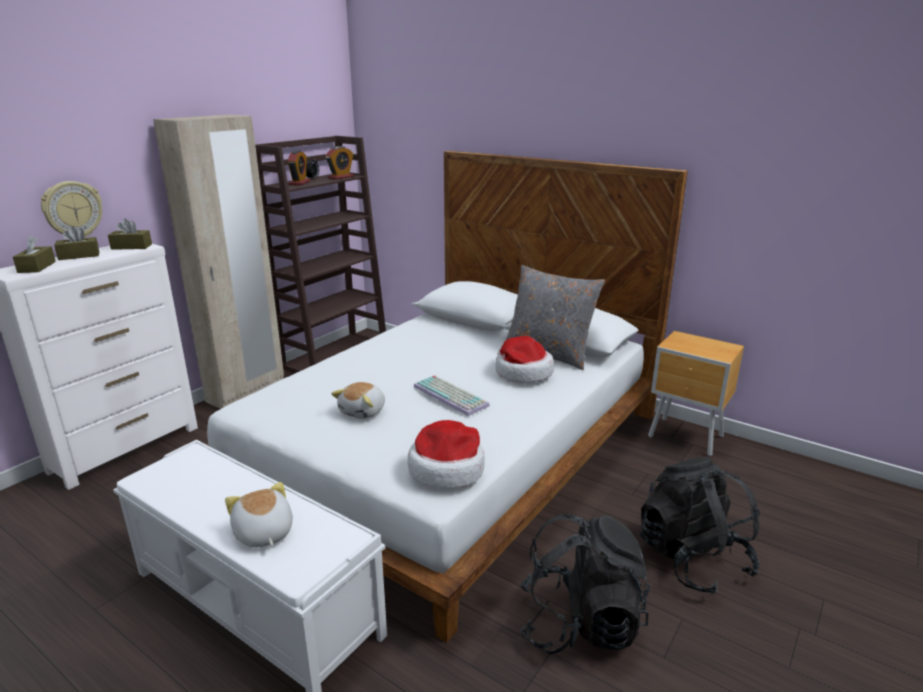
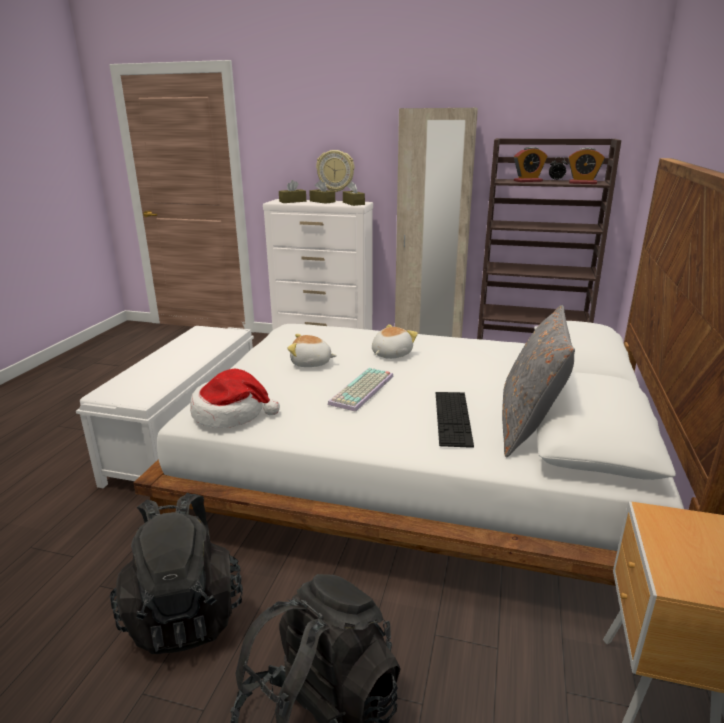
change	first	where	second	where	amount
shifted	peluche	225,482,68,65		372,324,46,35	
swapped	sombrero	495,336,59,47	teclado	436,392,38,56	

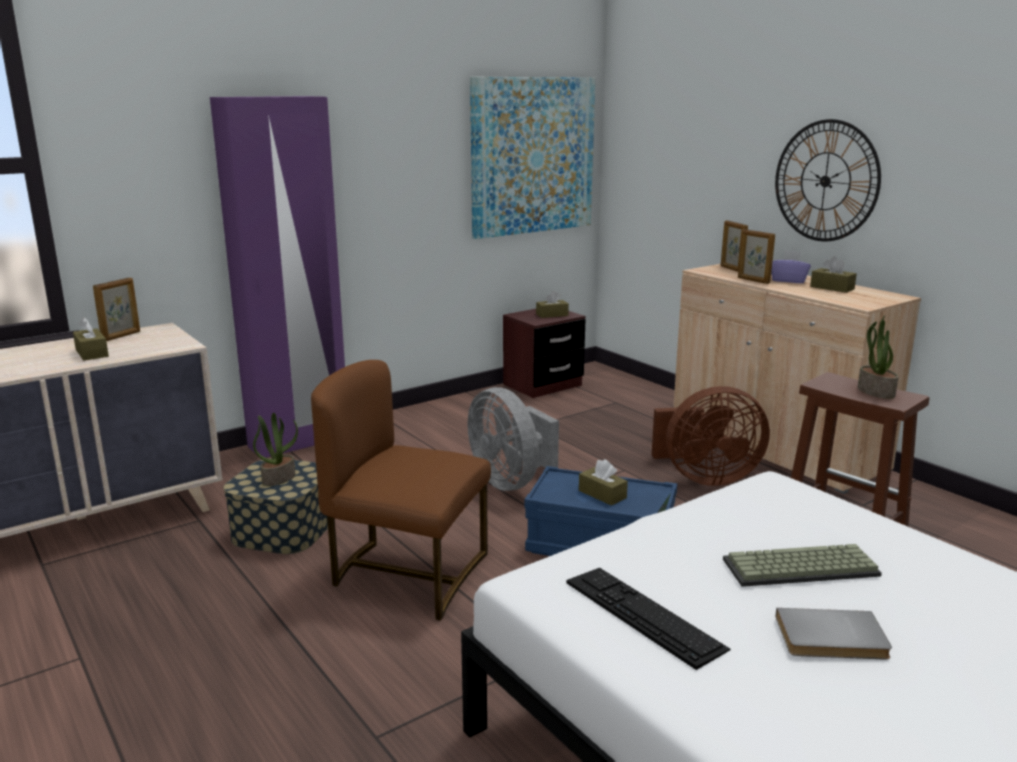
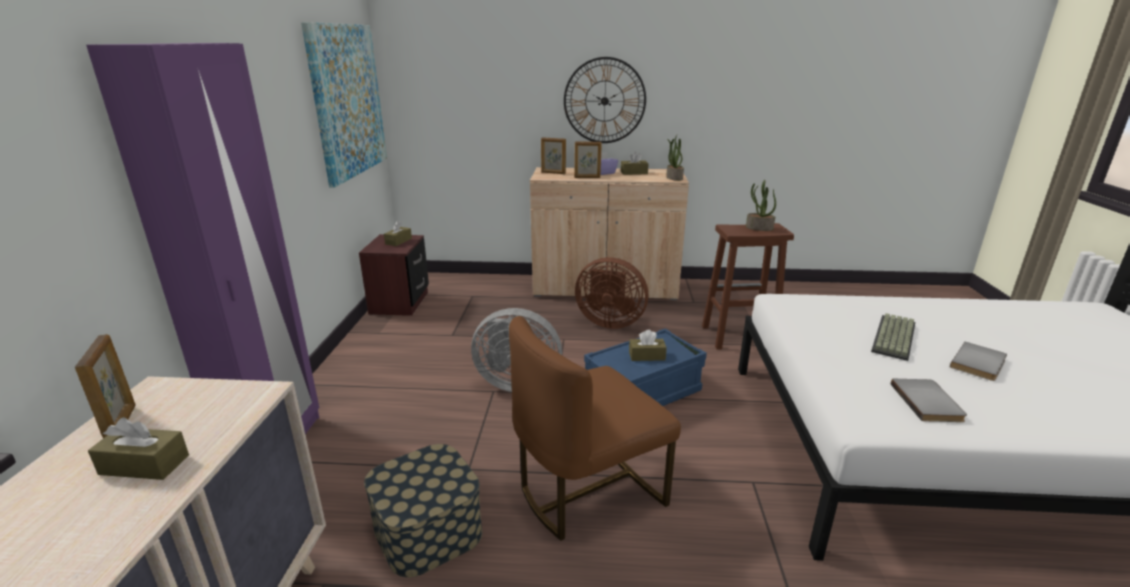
change	first	where	second	where	amount
shifted	planta en maceta	253,413,45,73		666,135,18,46	
swapped	teclado	567,568,164,102	libro (gris)	891,379,76,43	
rotated	ventilador (marrón)	652,386,118,100		575,257,73,72	75 degrees clockwise

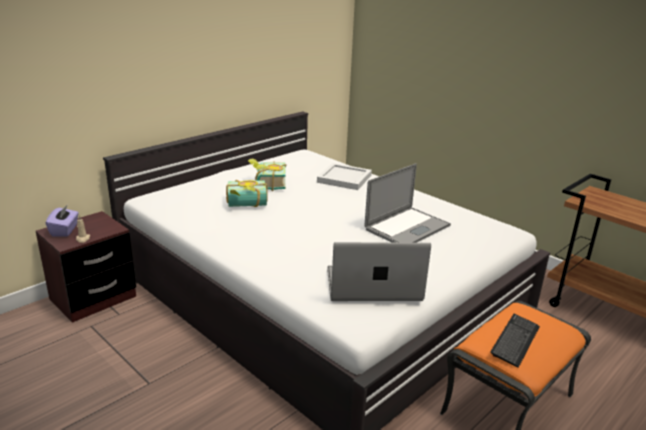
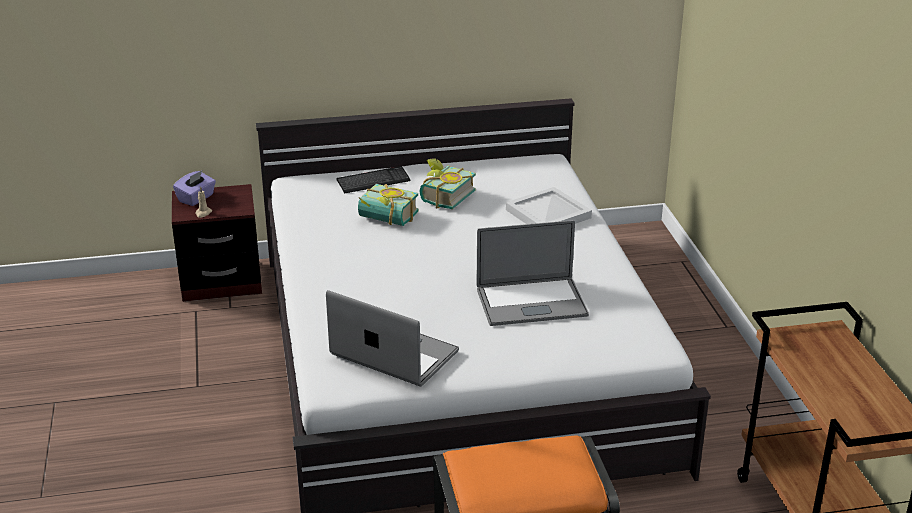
change	first	where	second	where	amount
shifted	teclado	491,314,49,54		336,166,75,28	

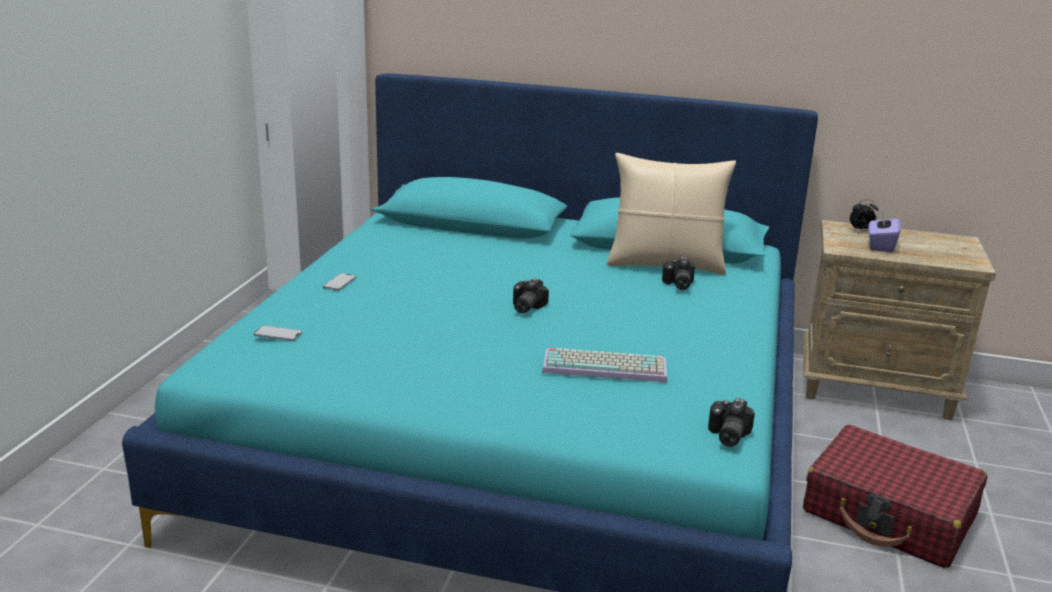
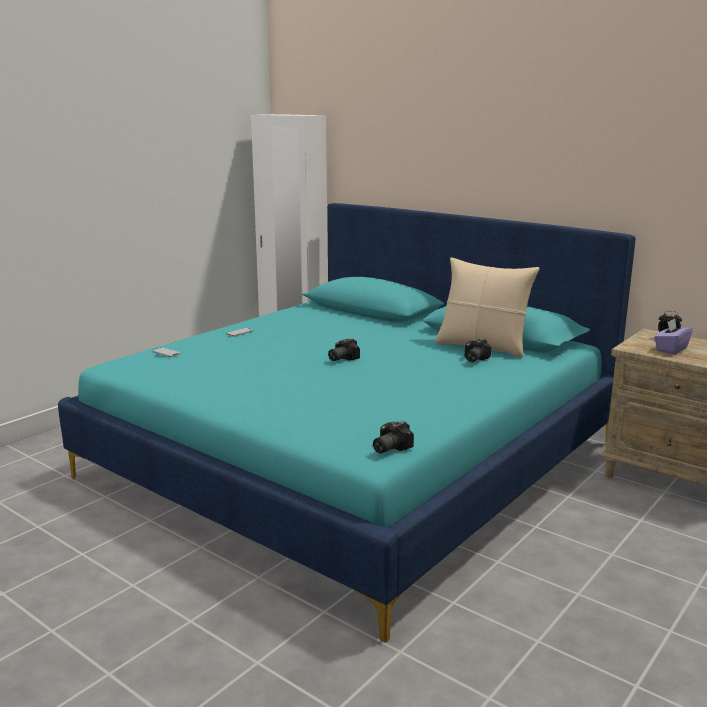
change	first	where	second	where	amount
gone	teclado	542,348,125,34			
gone	maleta (rojo)	803,425,185,143			

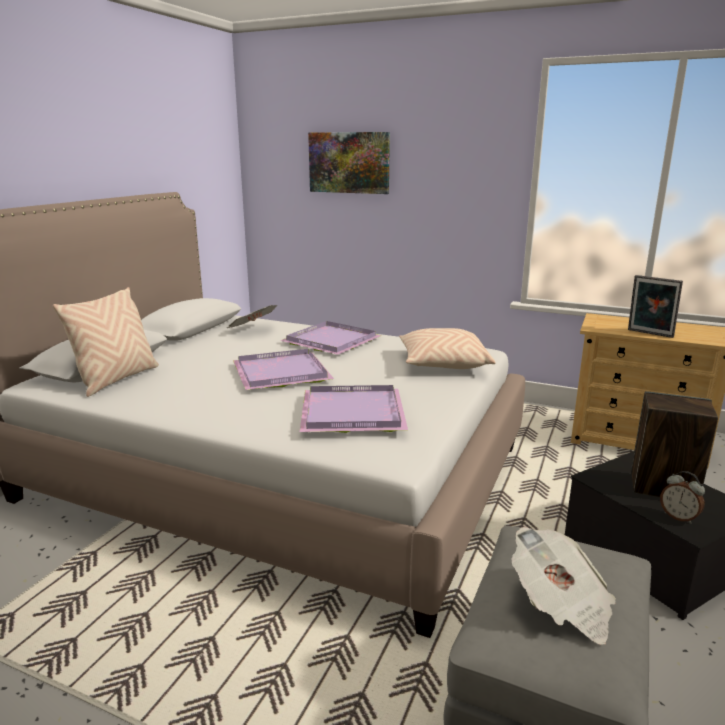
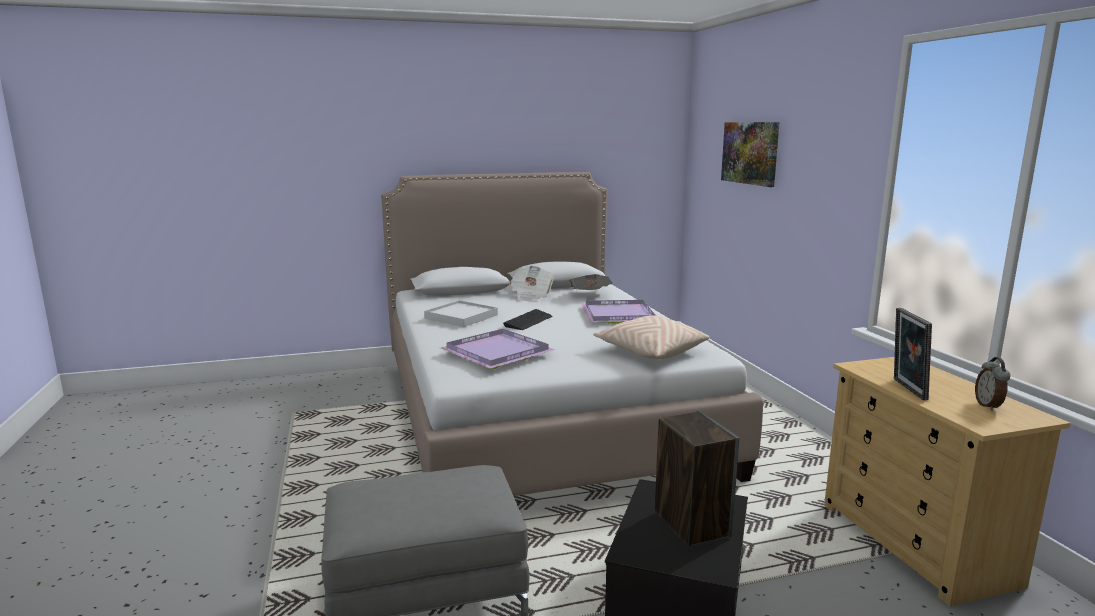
change	first	where	second	where	amount
gone	cojín (beis)	53,287,106,110			
swapped	bandeja (morado)	233,349,101,41	teclado	503,309,49,21	
shifted	periódico	511,527,105,118		510,266,44,35	
shifted	despertador	660,471,45,53		975,357,36,54	
new			bandeja (blanco)	424,300,74,27	

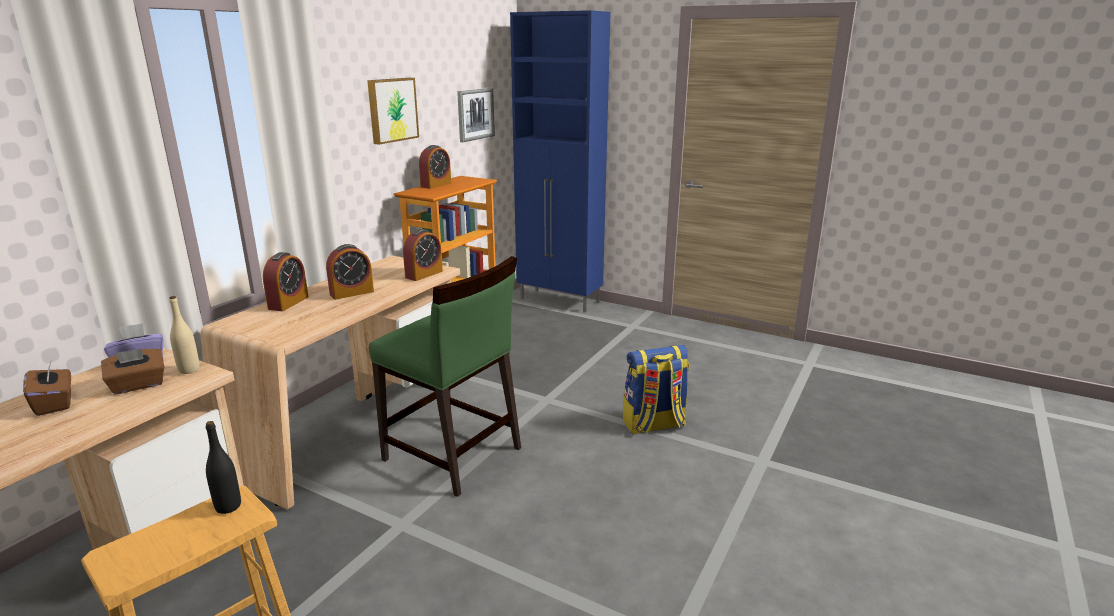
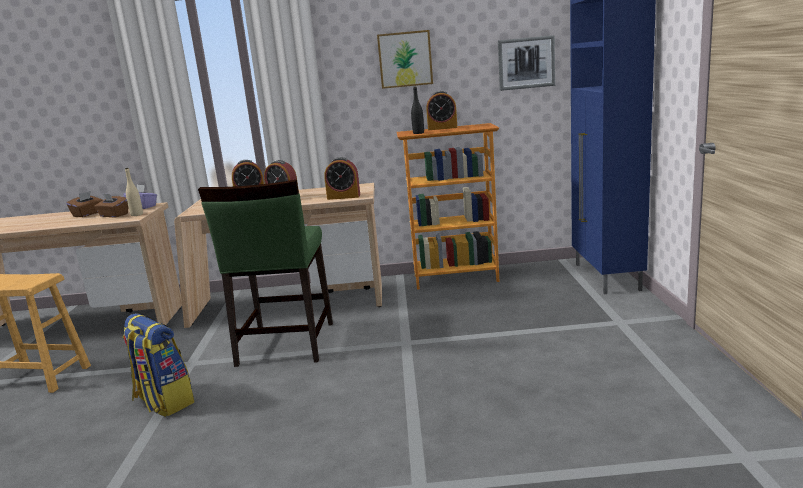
change	first	where	second	where	amount
shifted	botella (negro)	206,421,35,93		411,86,13,48	
shifted	mochila	623,345,66,90		123,313,72,104	

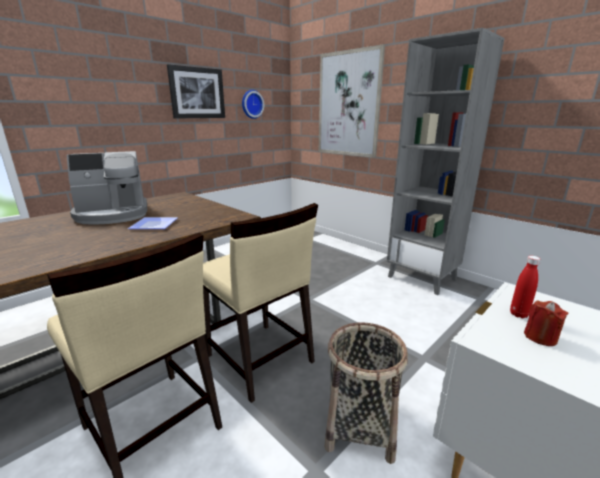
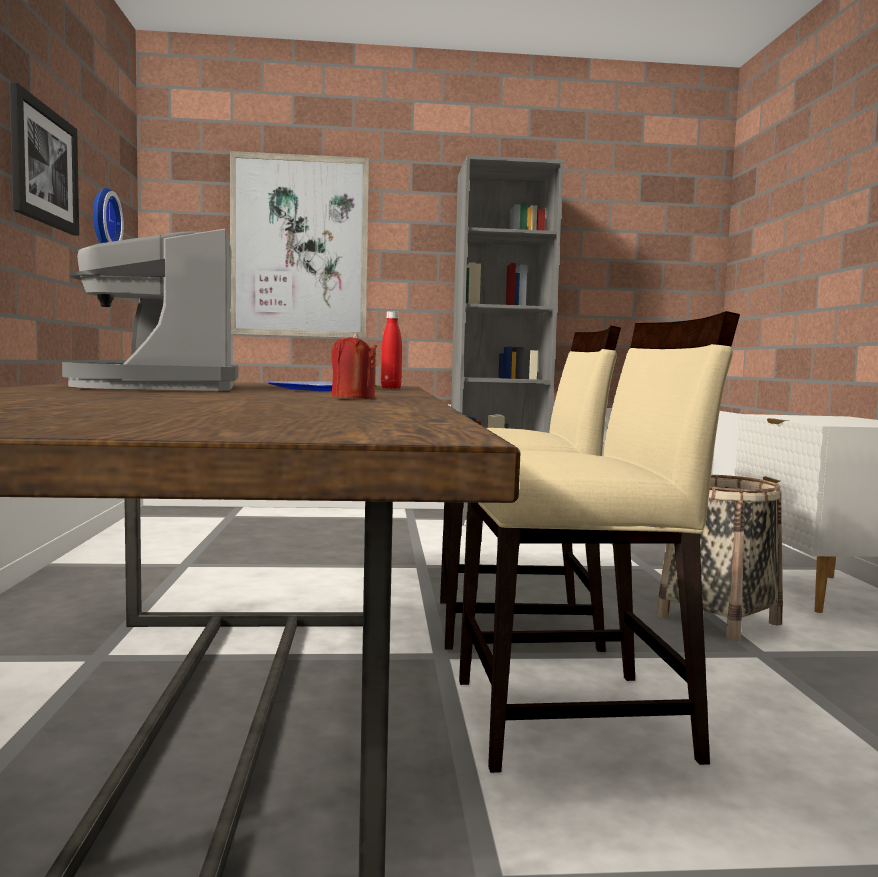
change	first	where	second	where	amount
rotated	cafetera	67,151,80,74		62,229,176,162	150 degrees clockwise
shifted	botella (rojo)	510,256,30,62		381,311,21,77	
shifted	vela (rojo)	524,301,44,45		331,333,46,66	

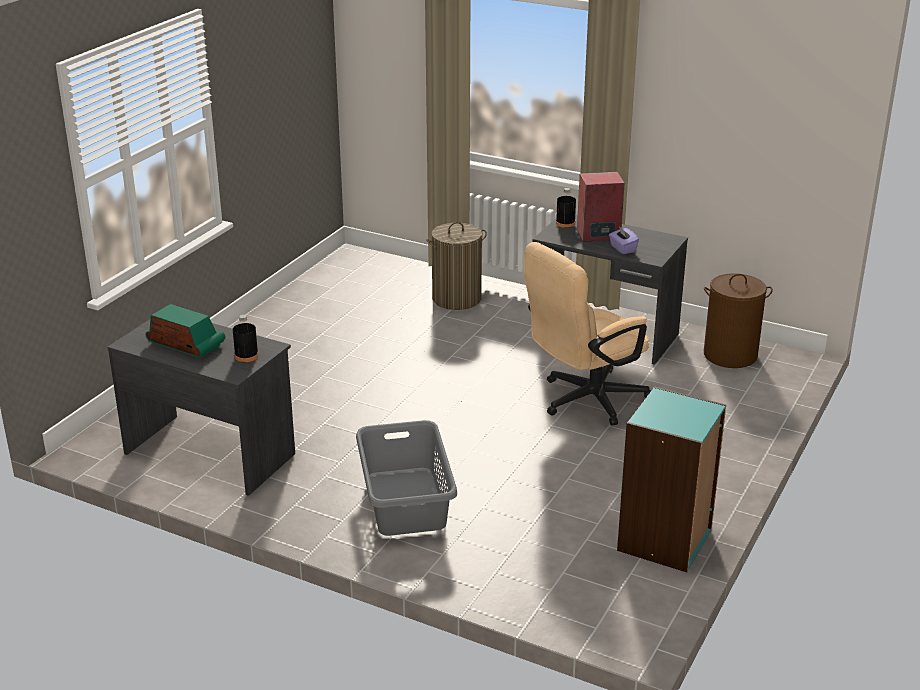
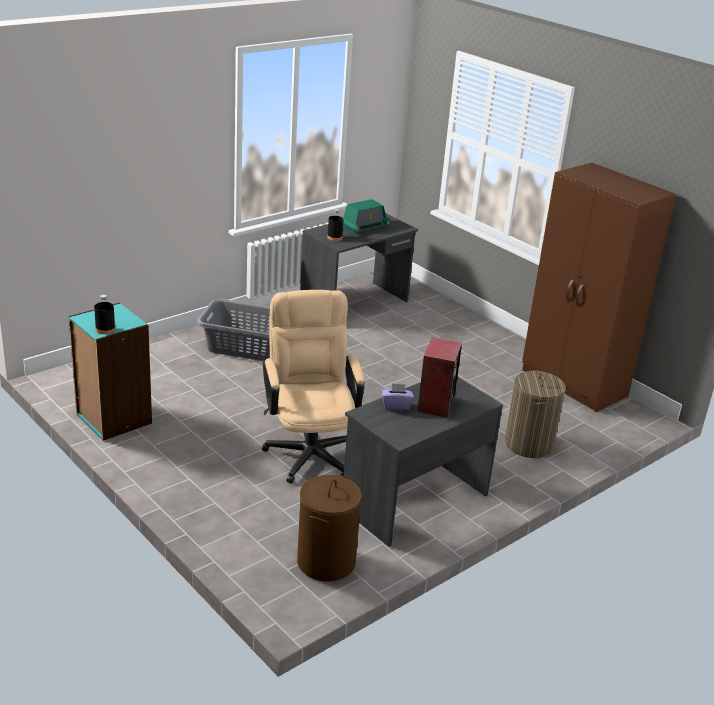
change	first	where	second	where	amount
shifted	botella (negro)	556,188,20,40		94,295,21,39	
new			armario ropero (marrón)	522,163,154,249	

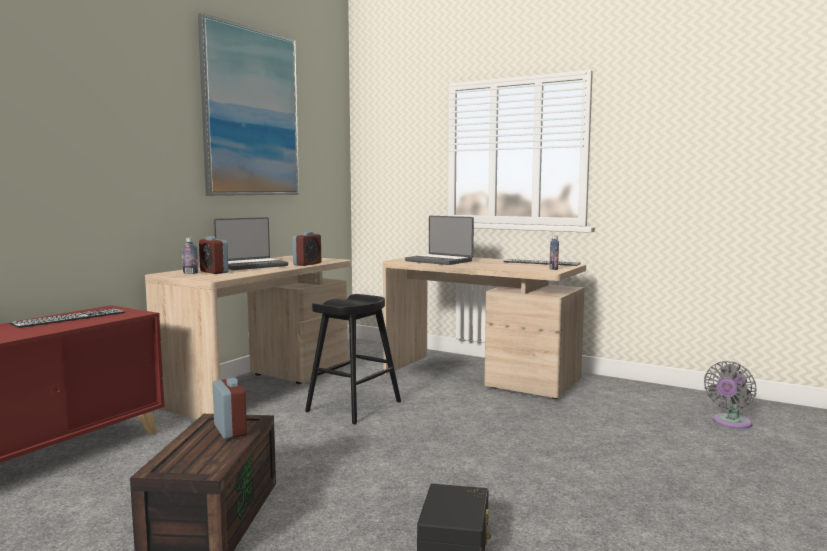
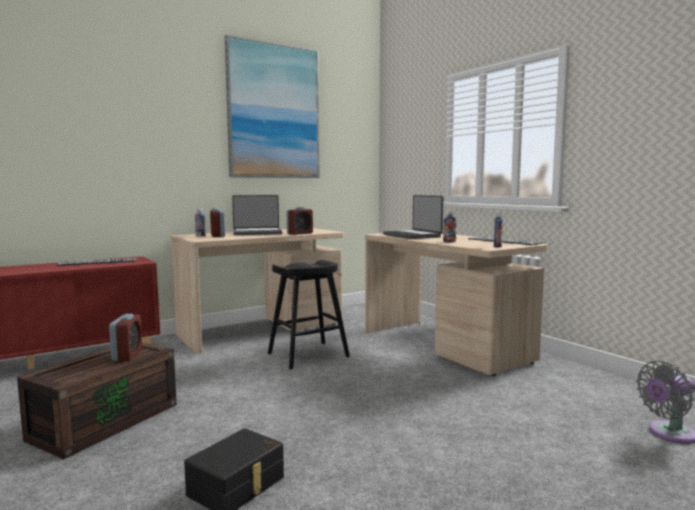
change	first	where	second	where	amount
new			botella	443,211,14,31	

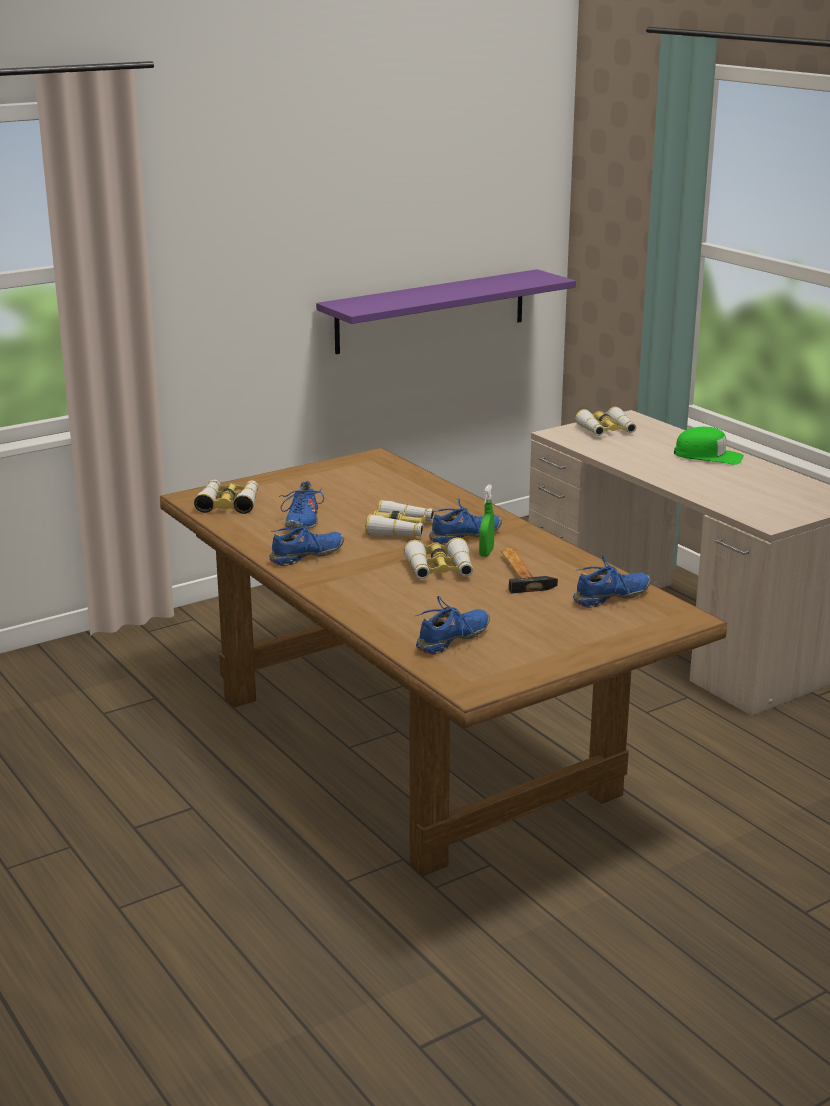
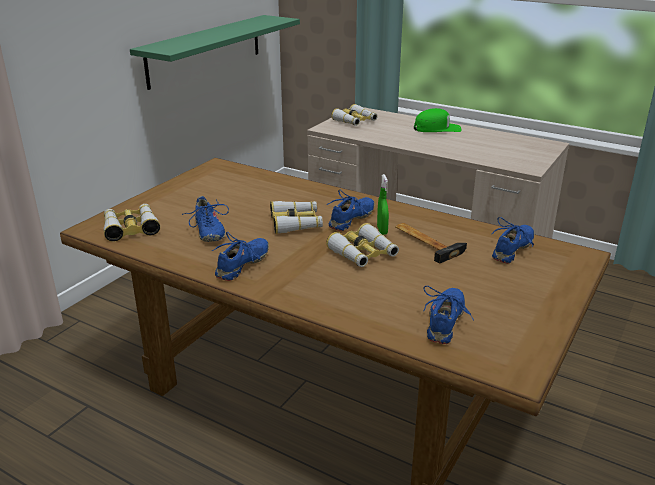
change	first	where	second	where	amount
repainted	estante (morado)	316,269,260,85	estante (verde)	130,15,170,75	

